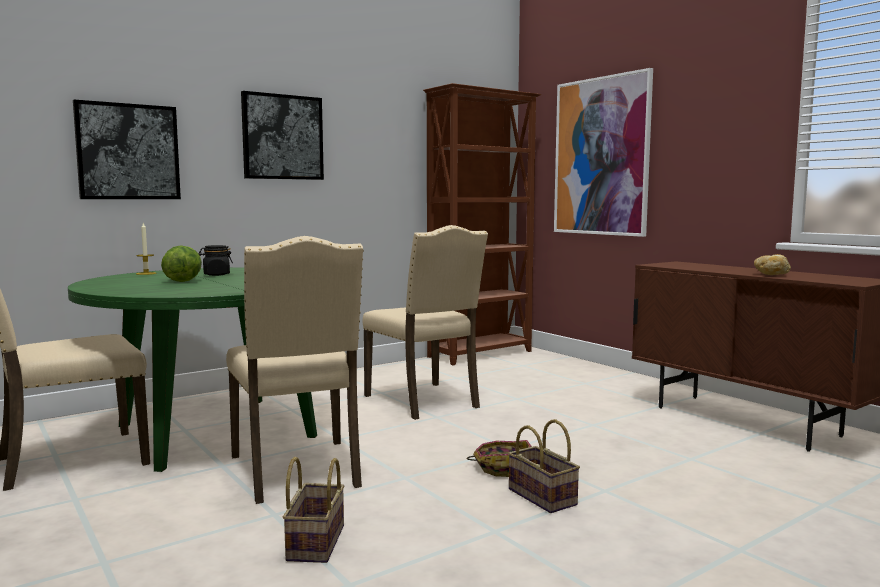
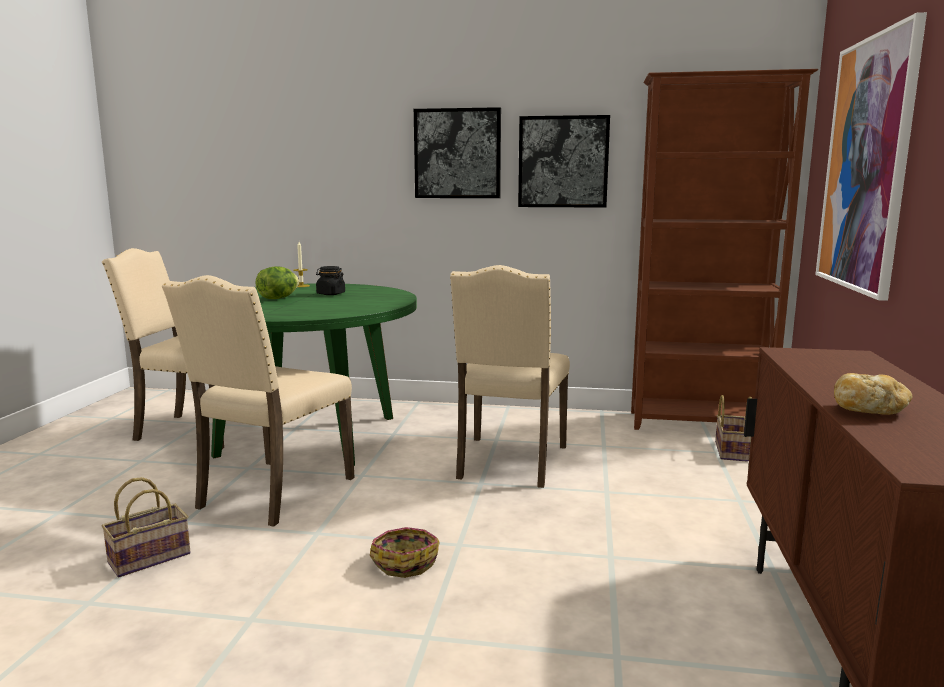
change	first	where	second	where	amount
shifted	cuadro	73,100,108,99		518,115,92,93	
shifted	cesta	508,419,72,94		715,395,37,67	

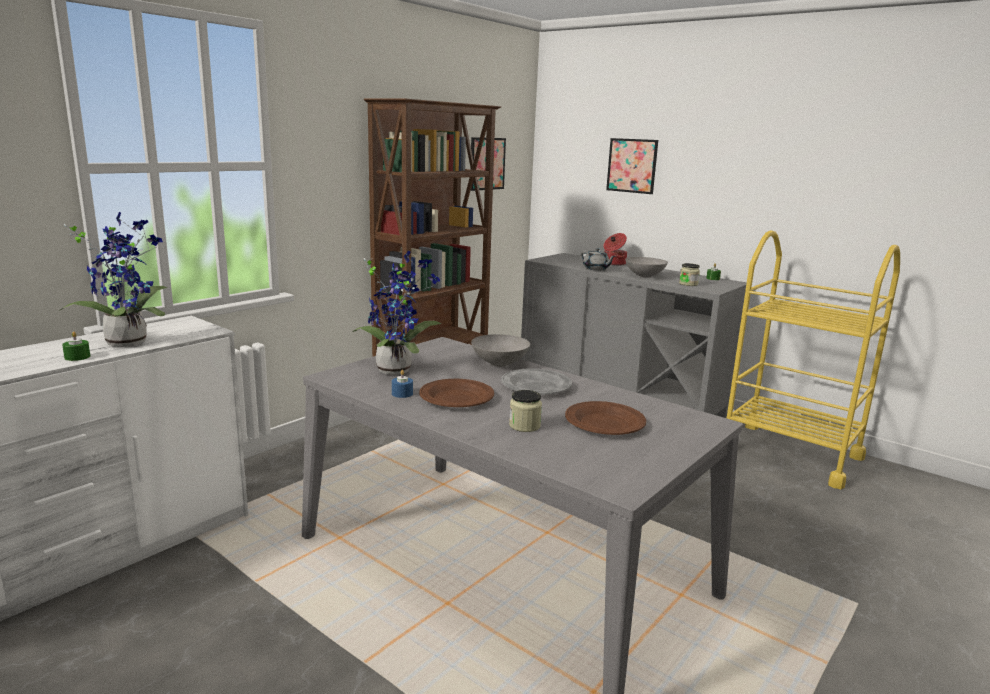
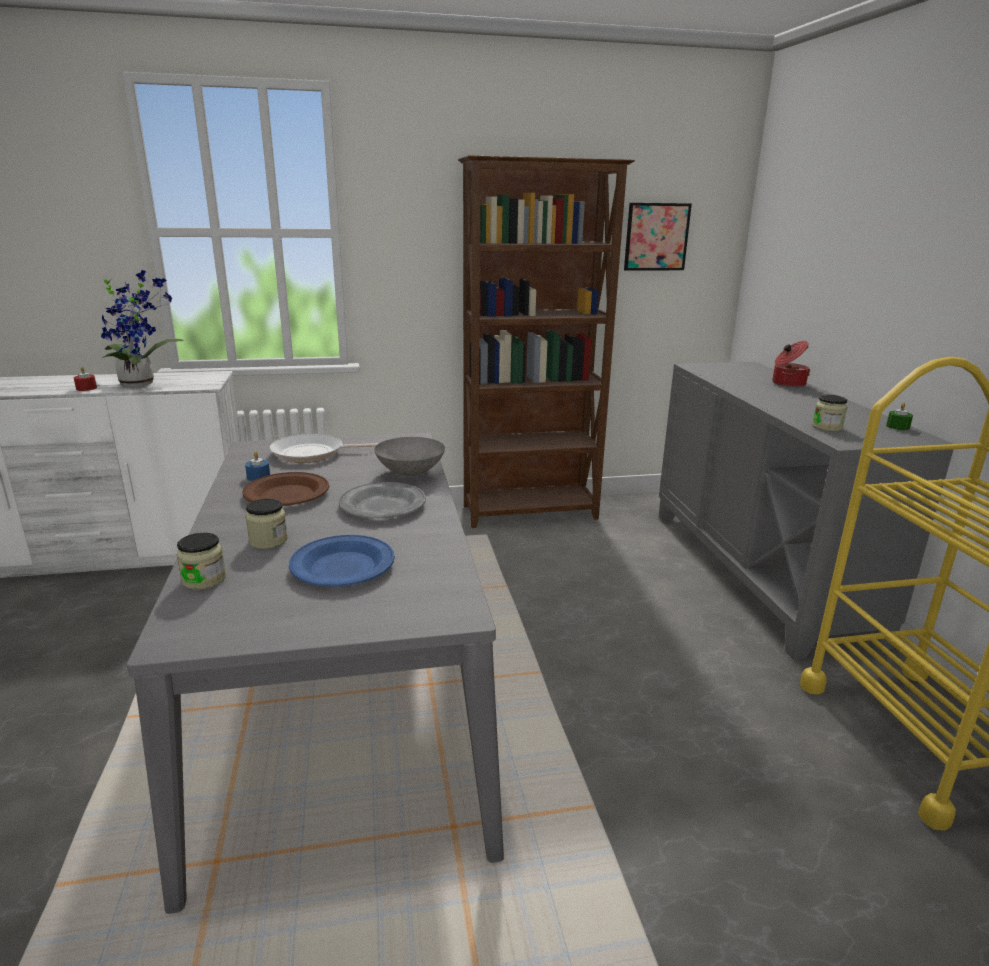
change	first	where	second	where	amount
repainted	vela (verde)	62,331,28,30	vela (rojo)	74,367,23,24	
swapped	planta en maceta	352,250,89,125	sartén	269,433,110,30	
repainted	plato (marrón)	565,401,81,34	plato (azul)	289,535,106,52	
gone	tetera (gris)	581,248,35,22			
gone	cuadro	606,138,52,56			
gone	cuenco (gris)	625,257,43,21			
new			tarro	177,533,49,57	

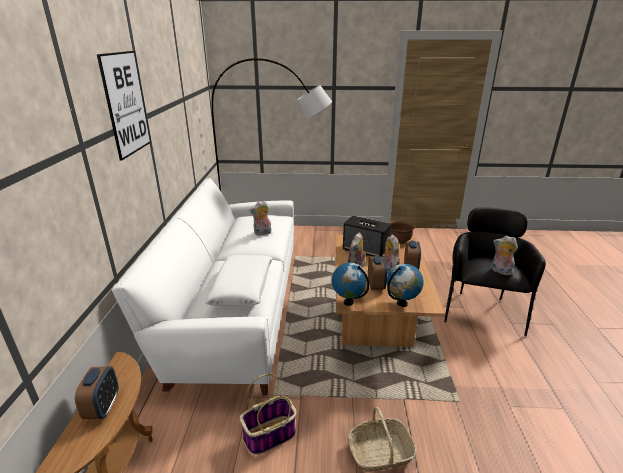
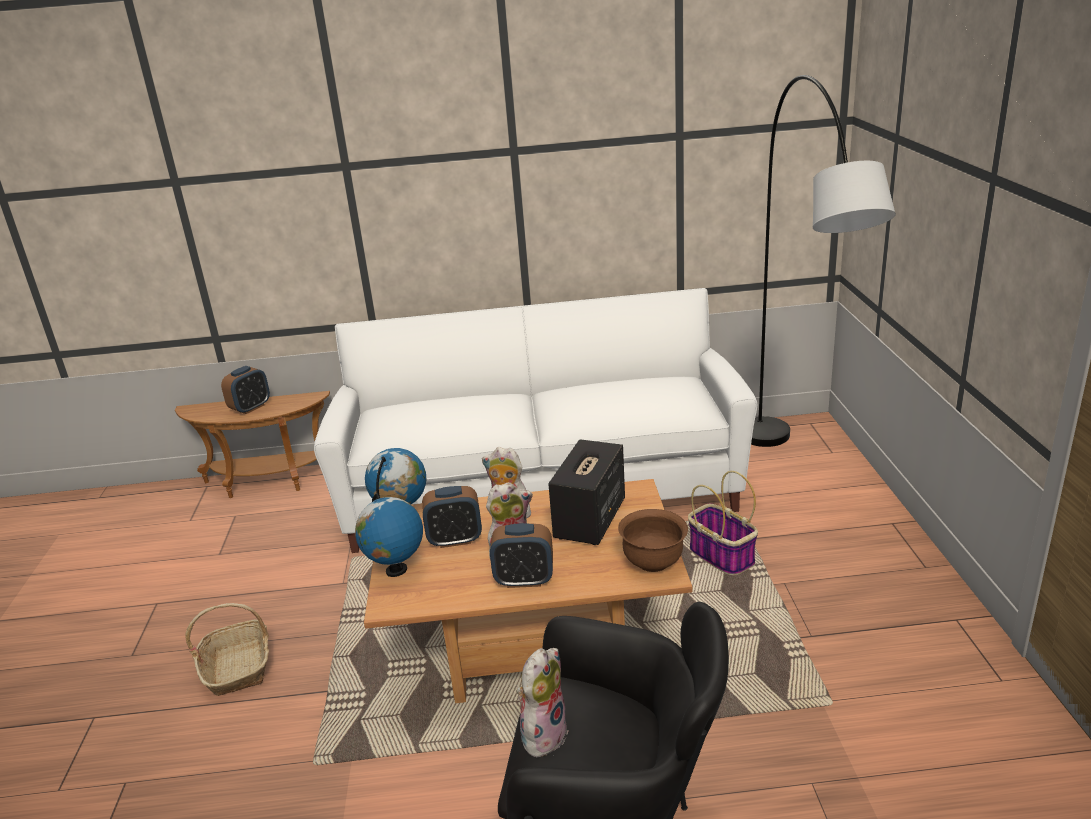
change	first	where	second	where	amount
rotated	despertador	75,366,44,53		221,366,49,48	45 degrees counterclockwise
gone	cuadro	97,51,54,110			
gone	cojín (blanco)	205,255,68,51			
shifted	cesta	240,374,56,81		688,471,70,104	
gone	peluche	249,201,22,34			

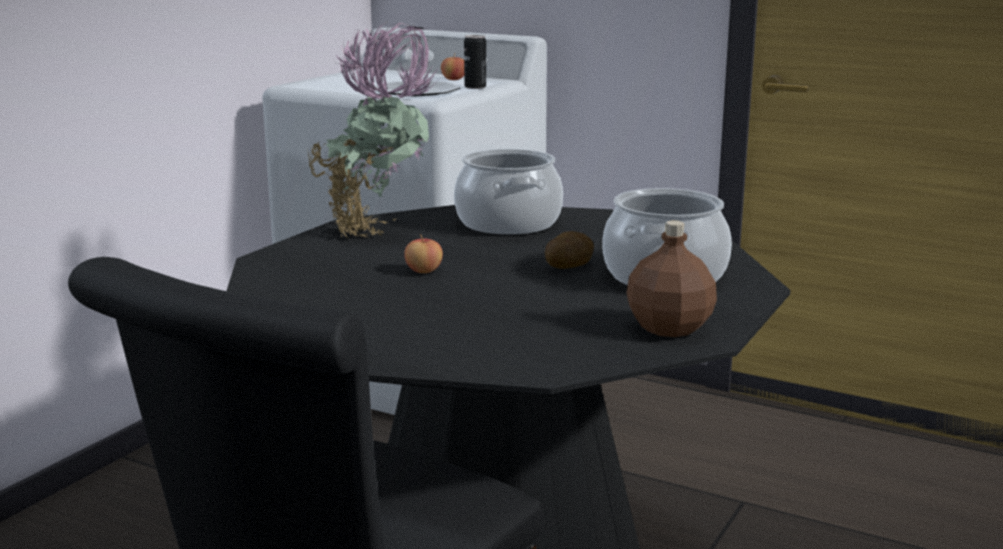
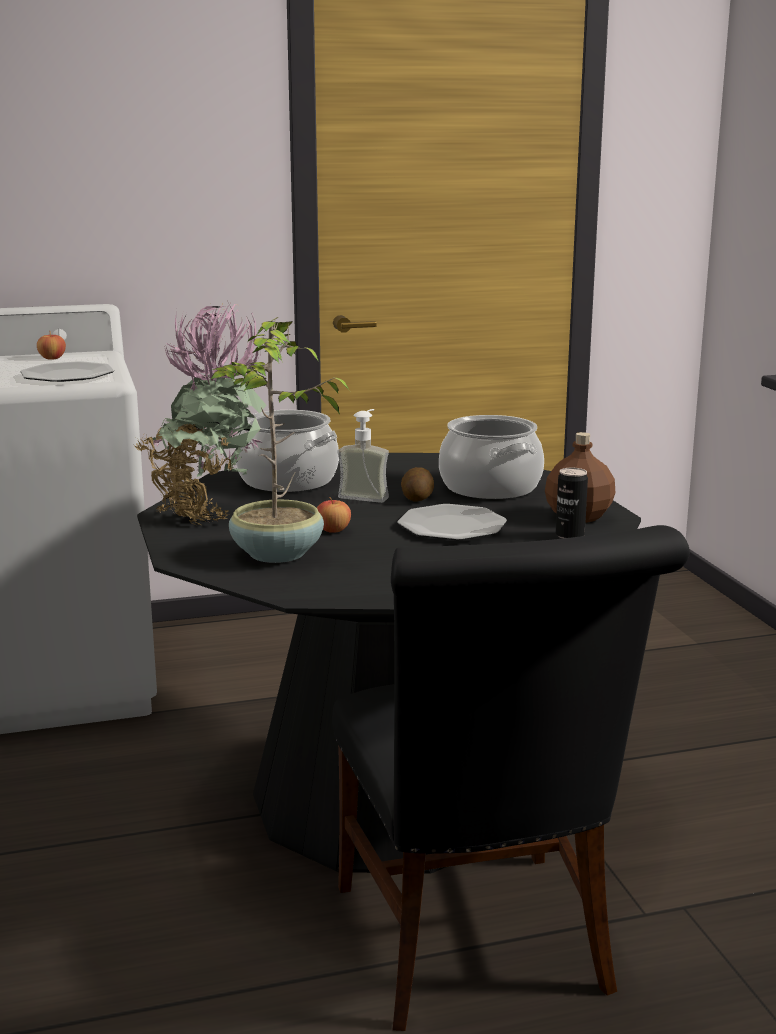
change	first	where	second	where	amount
shifted	lata	464,35,22,54		556,468,32,71	
new			planta en maceta	210,317,140,246	
new			dispensador de jabón	337,409,52,94	
new			plato	397,504,110,36	

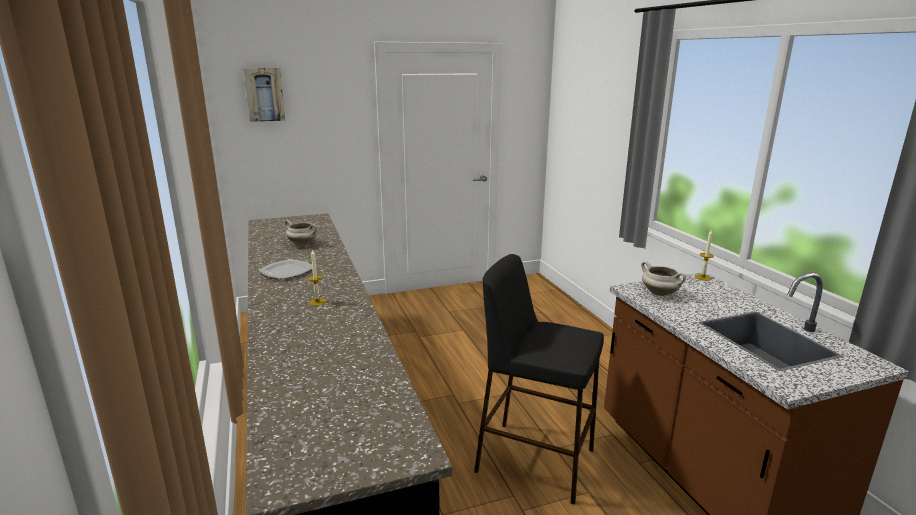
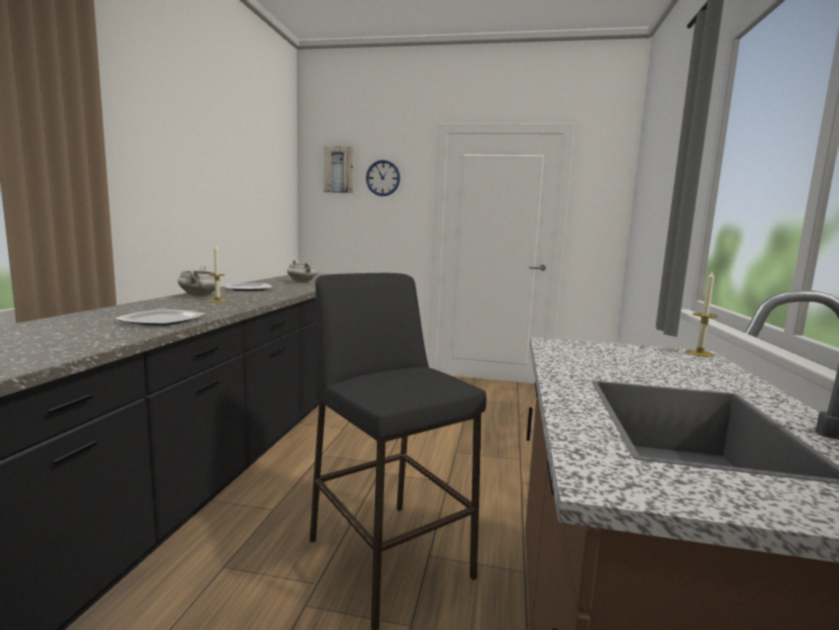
change	first	where	second	where	amount
shifted	olla (blanco)	641,261,45,35		178,266,37,31	
new			plato	114,309,91,17	
new			reloj de pared	366,160,34,36	

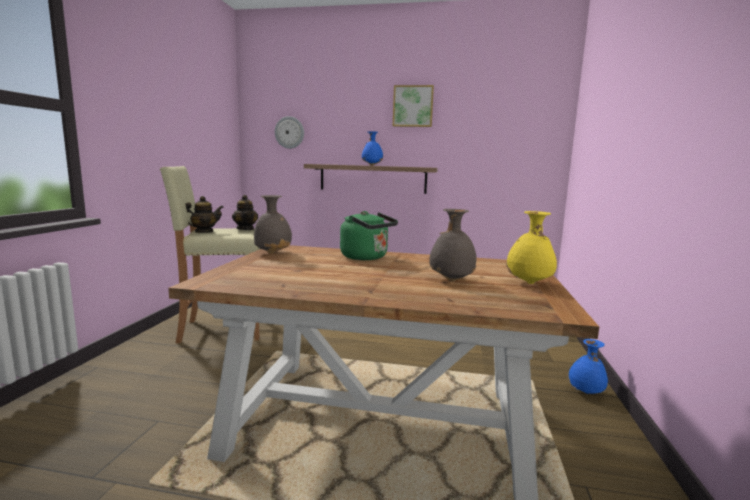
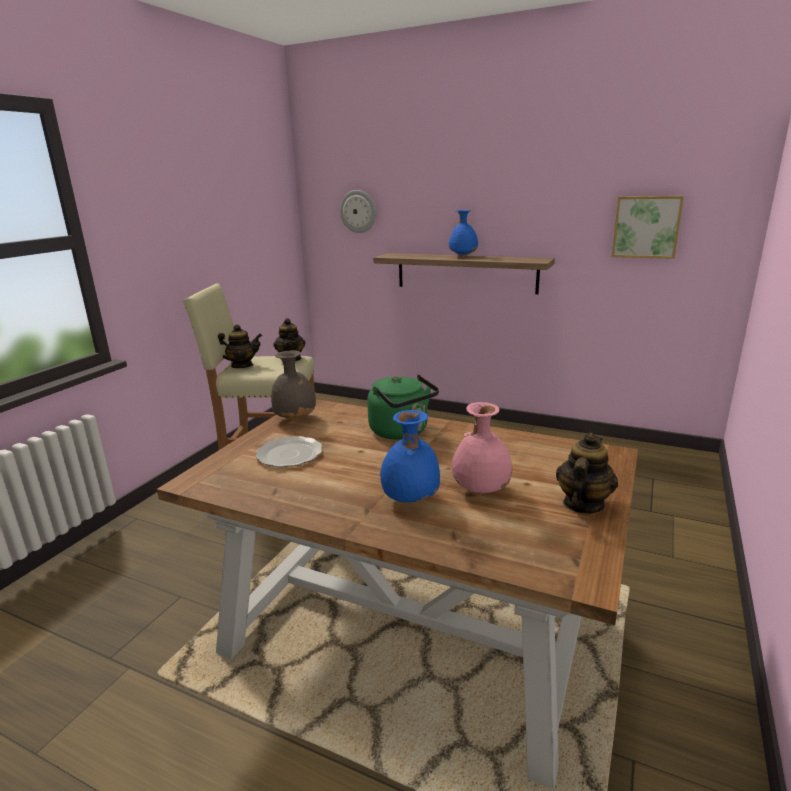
change	first	where	second	where	amount
shifted	cuadro	393,85,41,42		612,196,72,63	
repainted	florero (gris)	430,209,47,73	florero (rosa)	452,402,61,92	
swapped	florero (amarillo)	506,211,51,73	tetera	556,432,62,81	
shifted	florero (azul)	568,339,40,55		380,410,60,92	
new			plato	256,436,66,31	

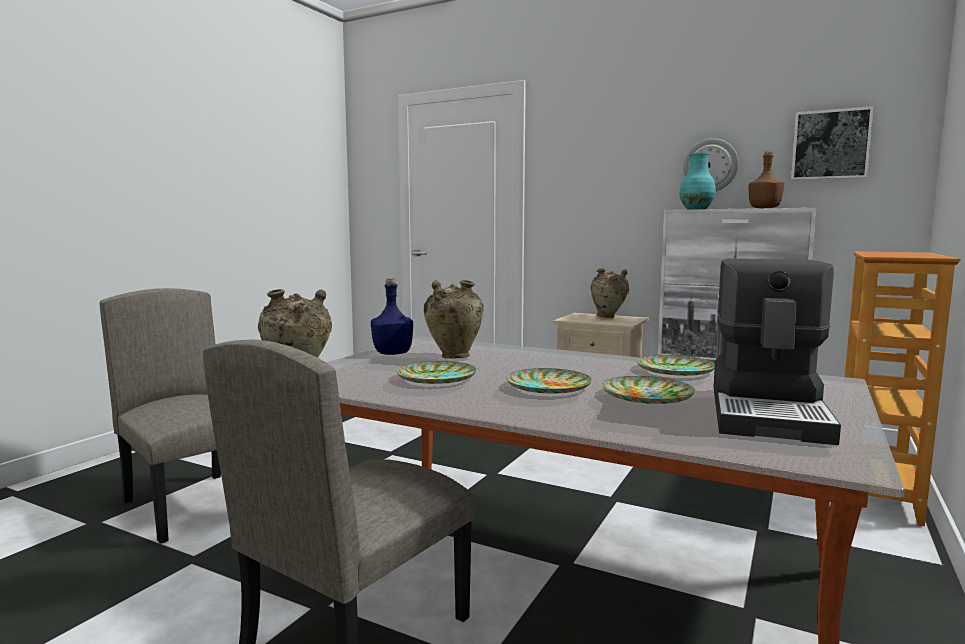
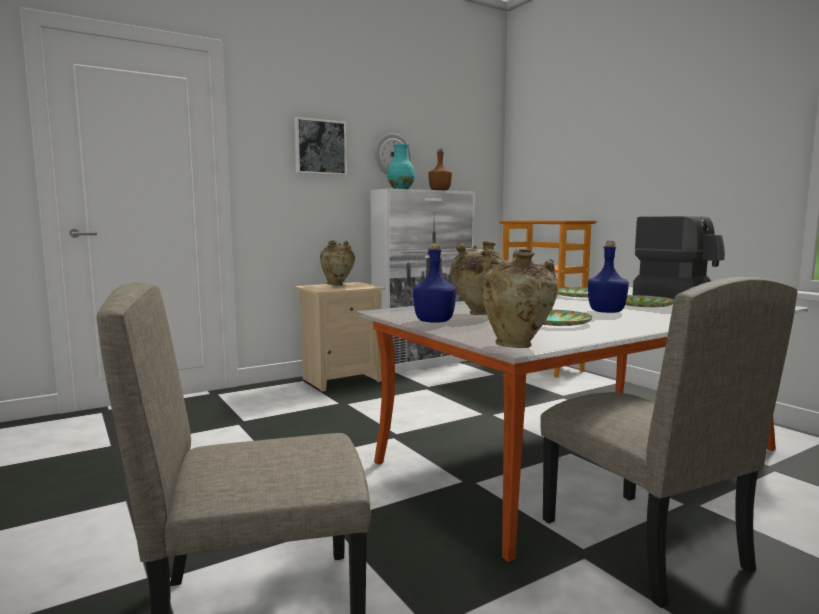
change	first	where	second	where	amount
swapped	plato	506,368,86,26	botella (azul)	588,241,41,72	
shifted	cuadro	791,106,83,74		294,117,53,58	

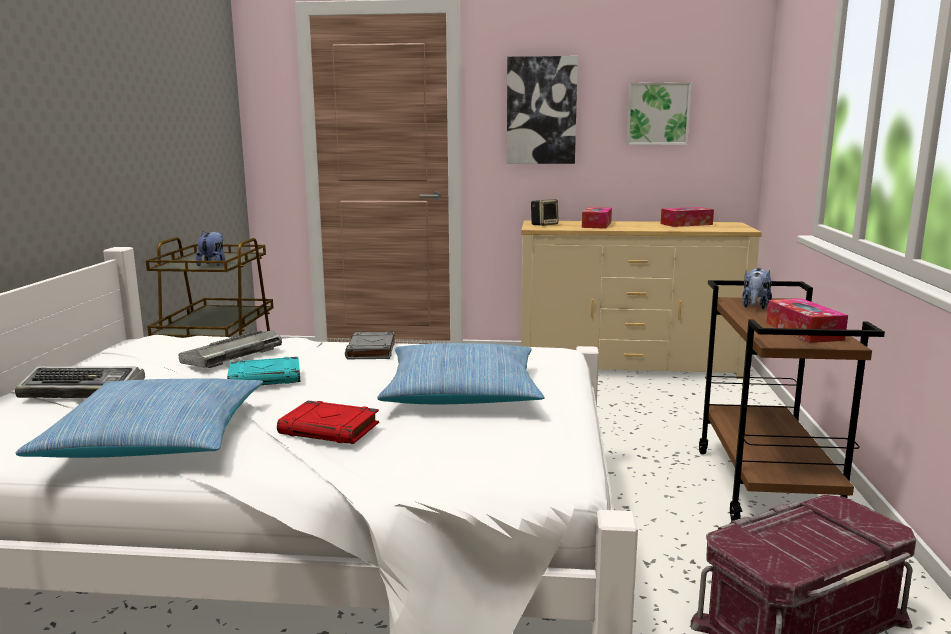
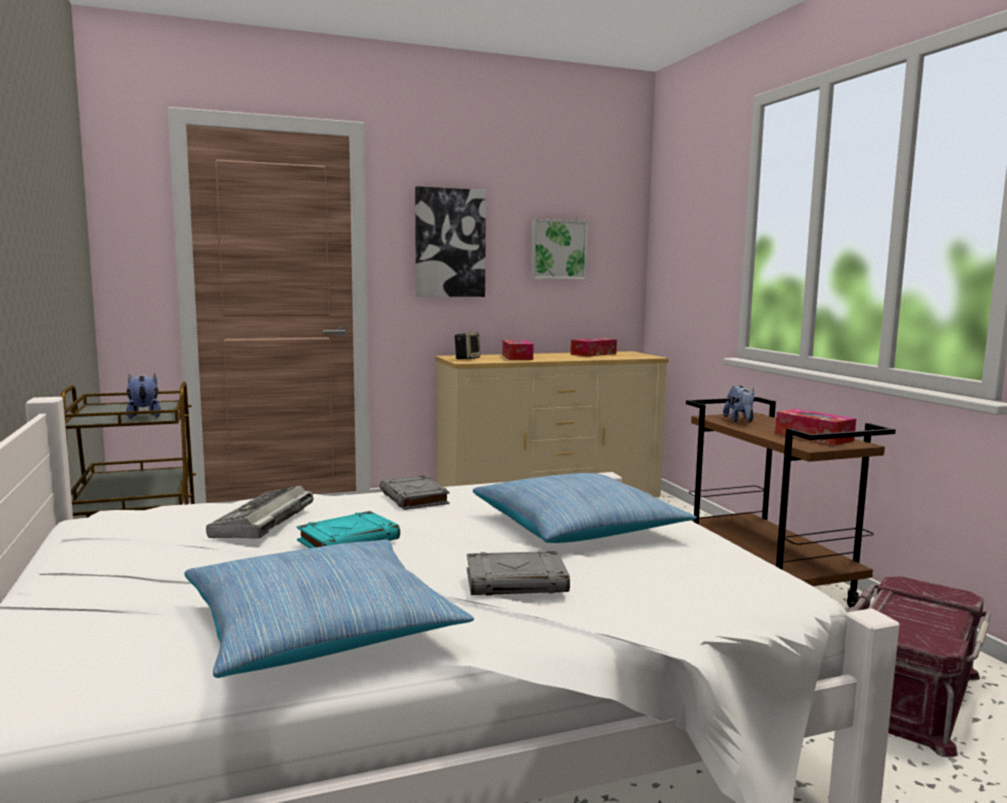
change	first	where	second	where	amount
gone	teclado	15,366,130,32			
repainted	libro (rojo)	277,400,102,44	libro (gris)	467,550,103,46	

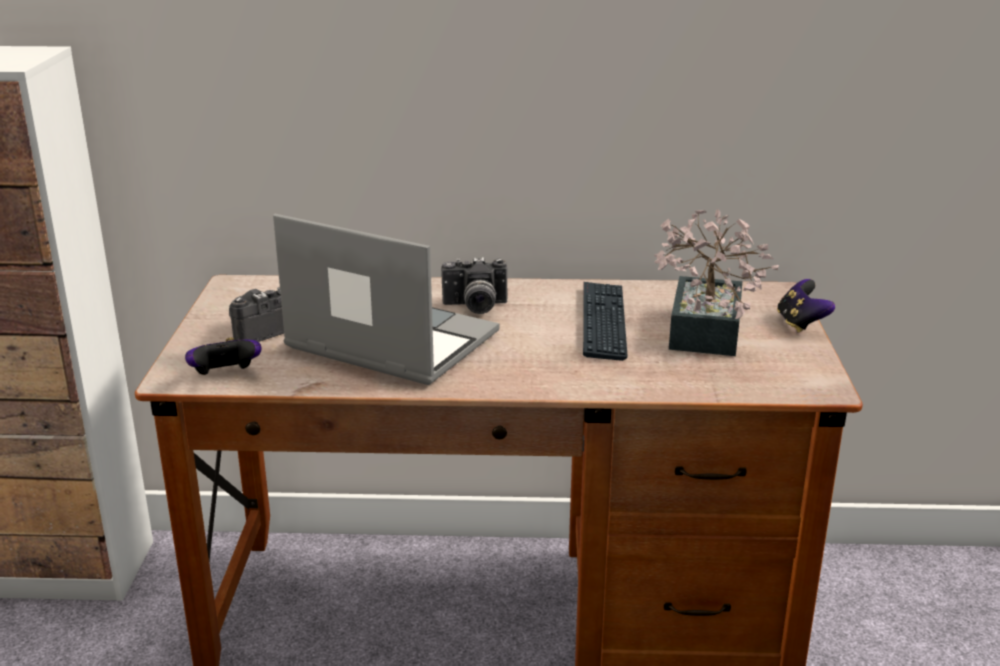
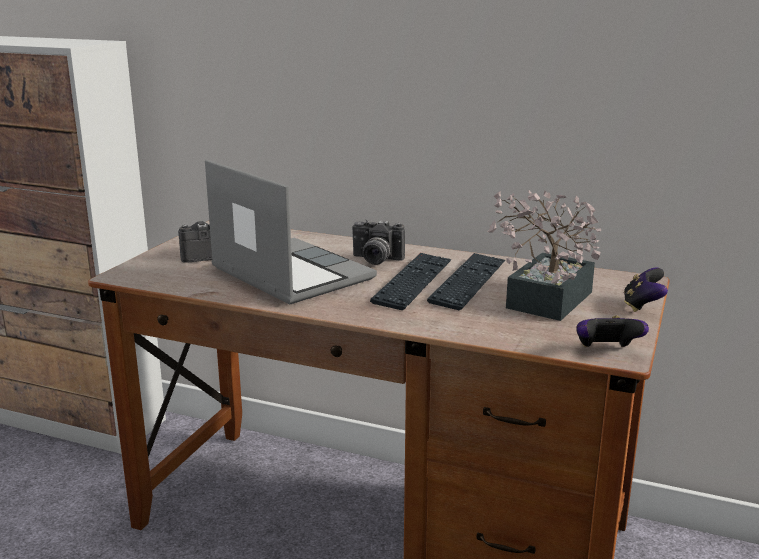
change	first	where	second	where	amount
shifted	mando de consola	185,337,77,38		576,315,73,32	
new			teclado	370,253,82,57	

